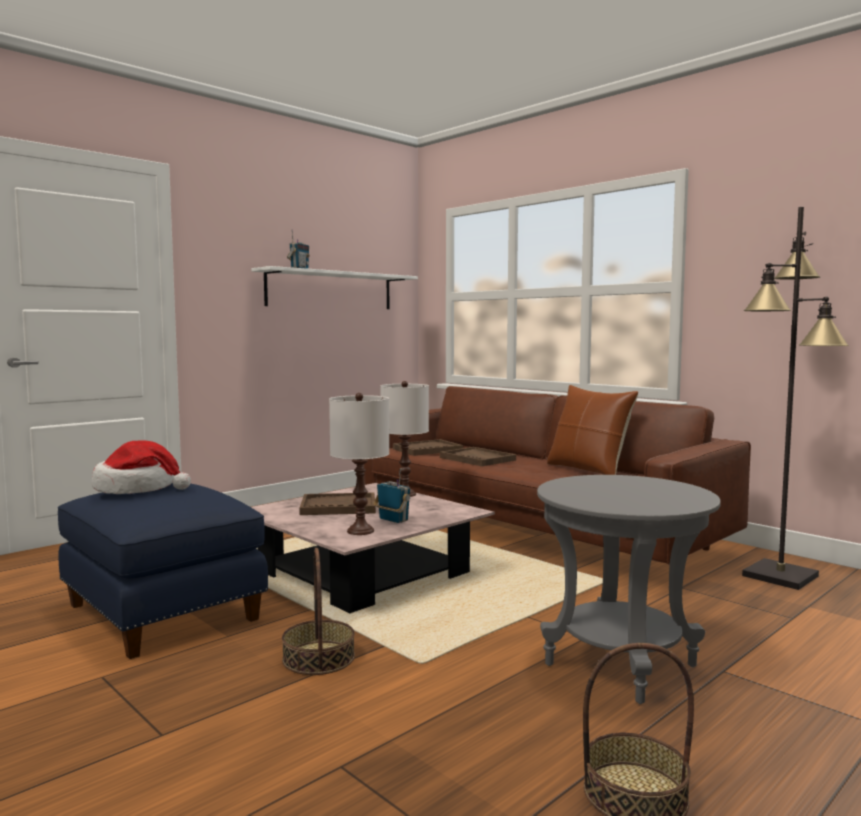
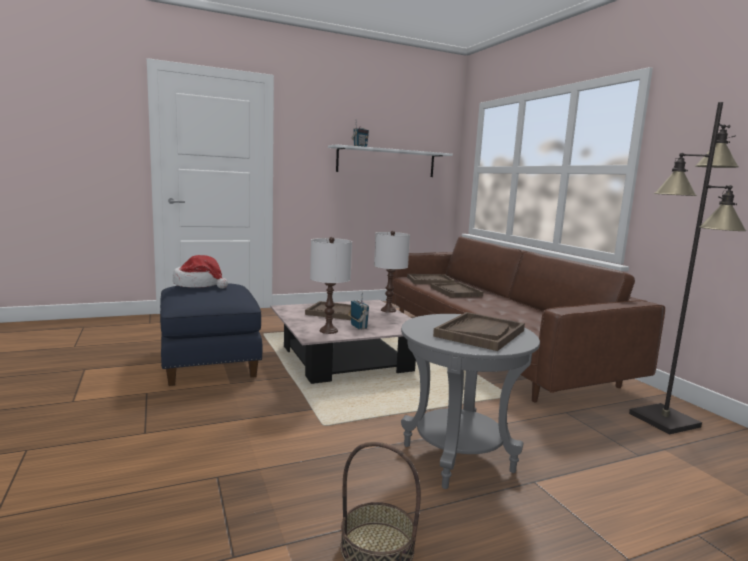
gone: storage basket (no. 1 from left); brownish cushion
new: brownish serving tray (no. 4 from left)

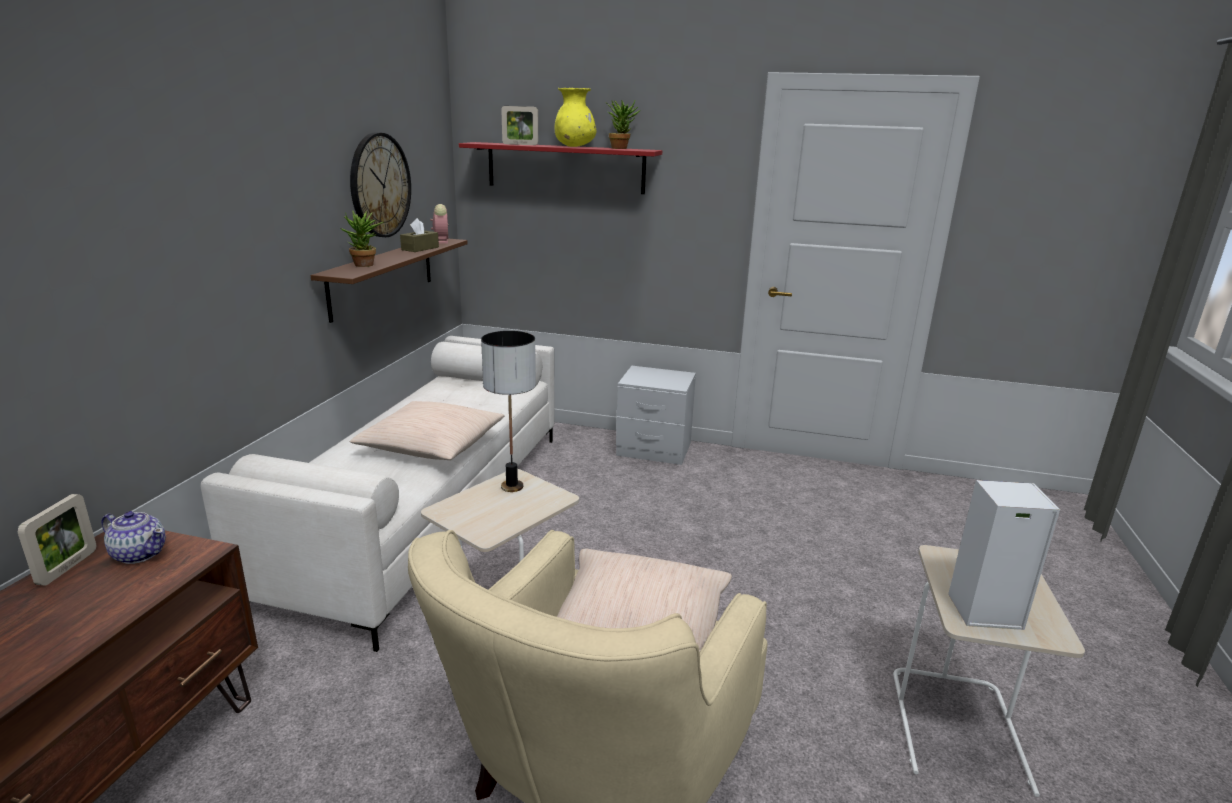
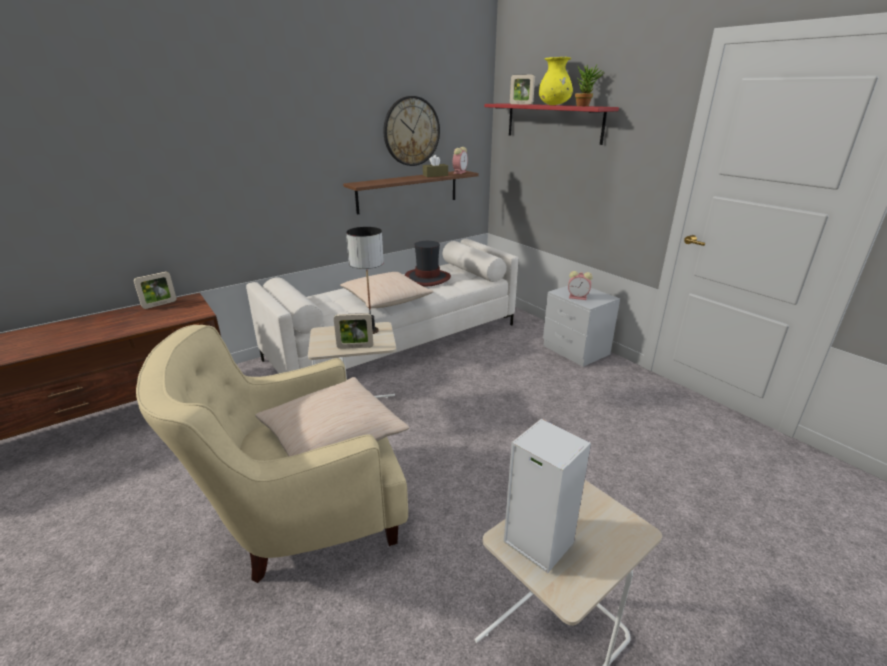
gone: tea pot; houseplant (no. 1 from left)
new: photo frame (no. 2 from left); clothing hat; table clock (no. 2 from left)

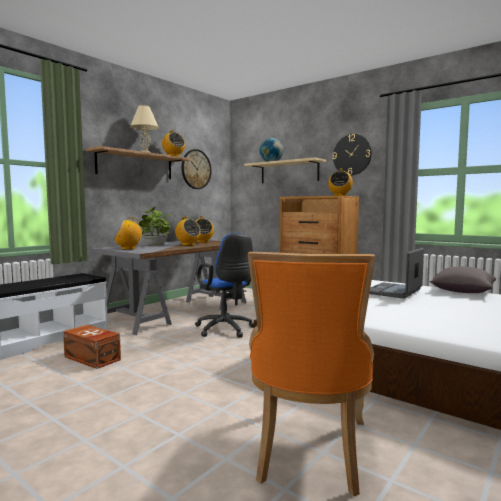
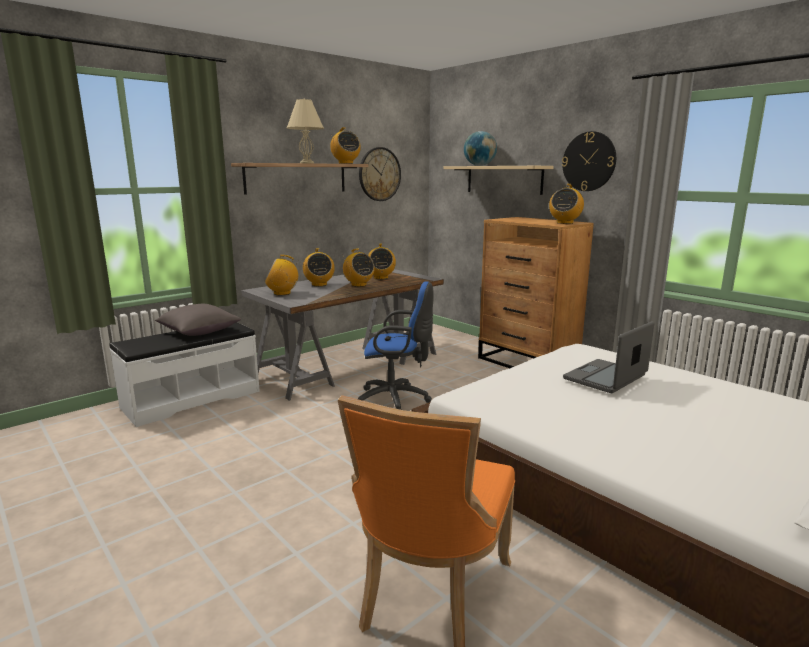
gone: brownish storage container
shifted: greyish cushion
swapped: houseplant to radio receiver (no. 2 from left)
rotated: bluish desk chair 60 degrees counterclockwise

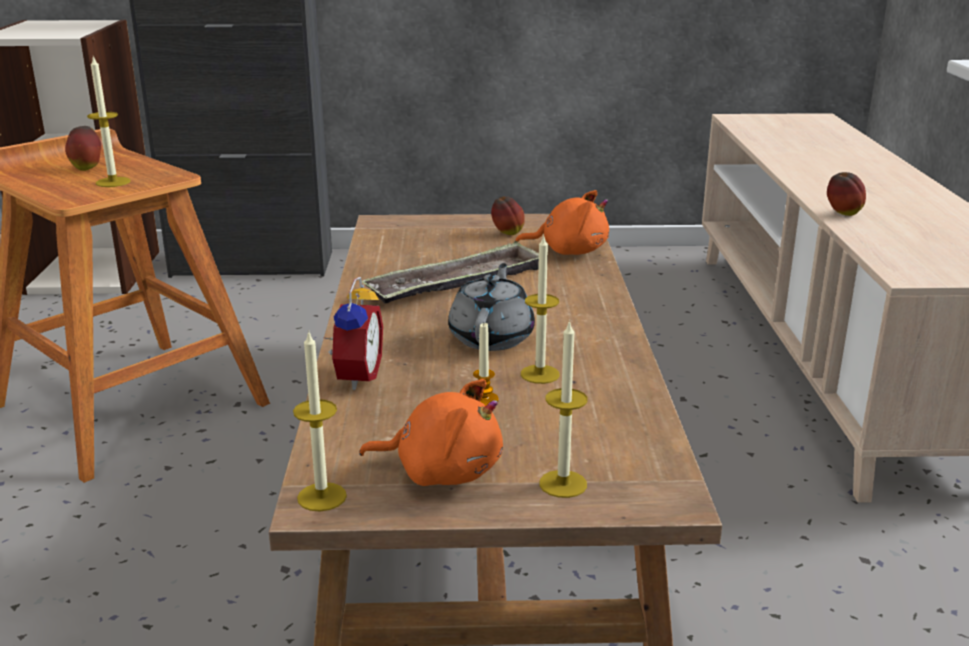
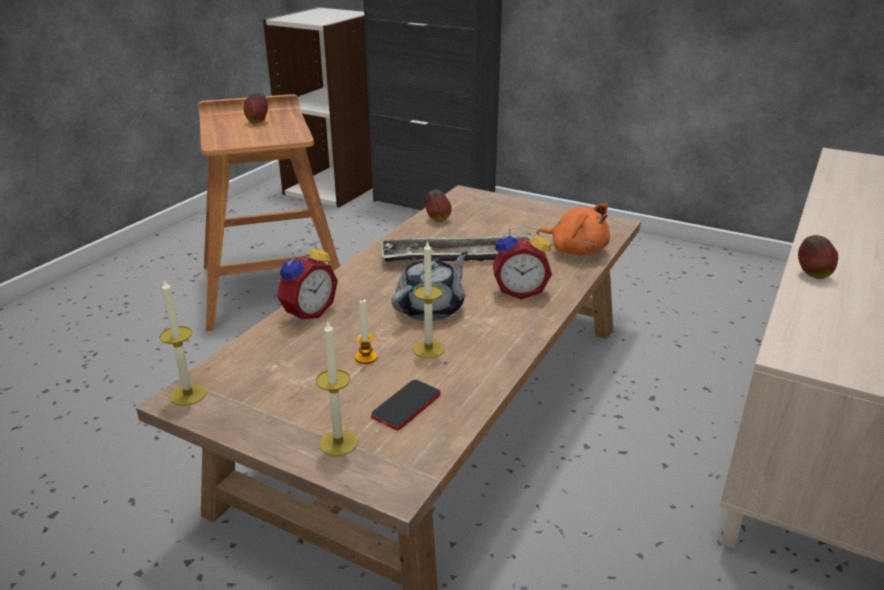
gone: candle (no. 1 from left); orange-coloured soft toy (no. 1 from left)
new: telephone; table clock (no. 2 from left)
shifted: apple (no. 2 from left)

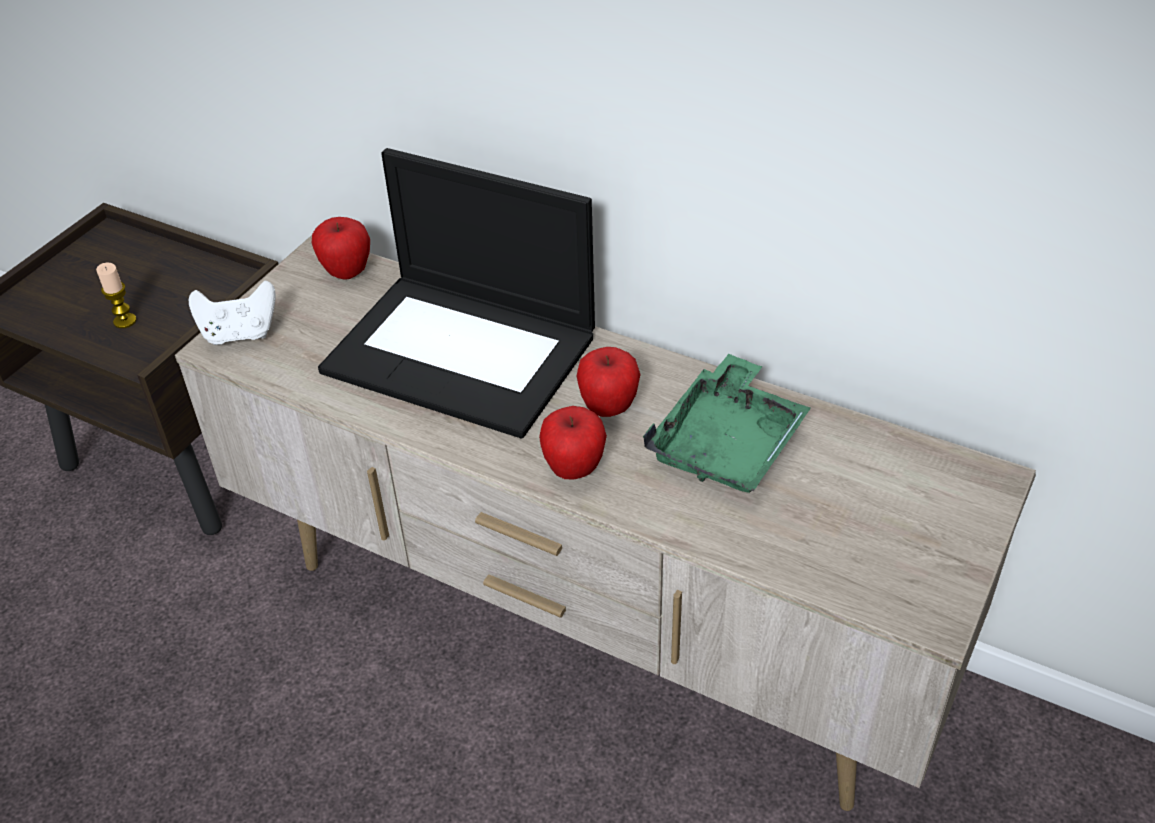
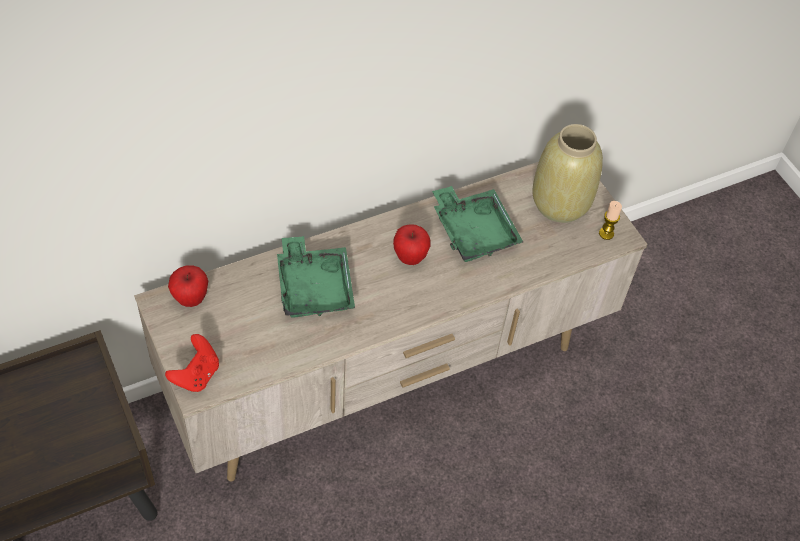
gone: apple (no. 2 from left)
new: beige-coloured flower vase
shifted: candle
swapped: laptop to green serving tray (no. 1 from left)
repainted: white-coloured gamepad to red gamepad

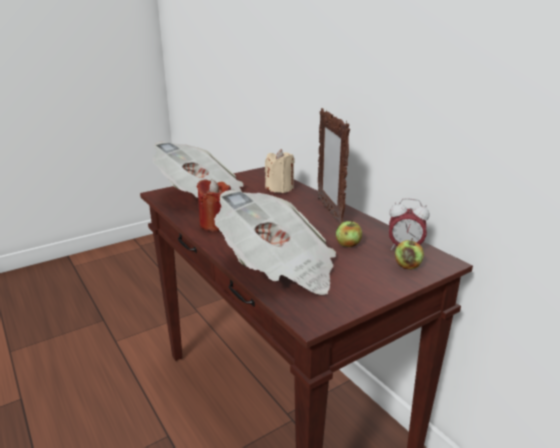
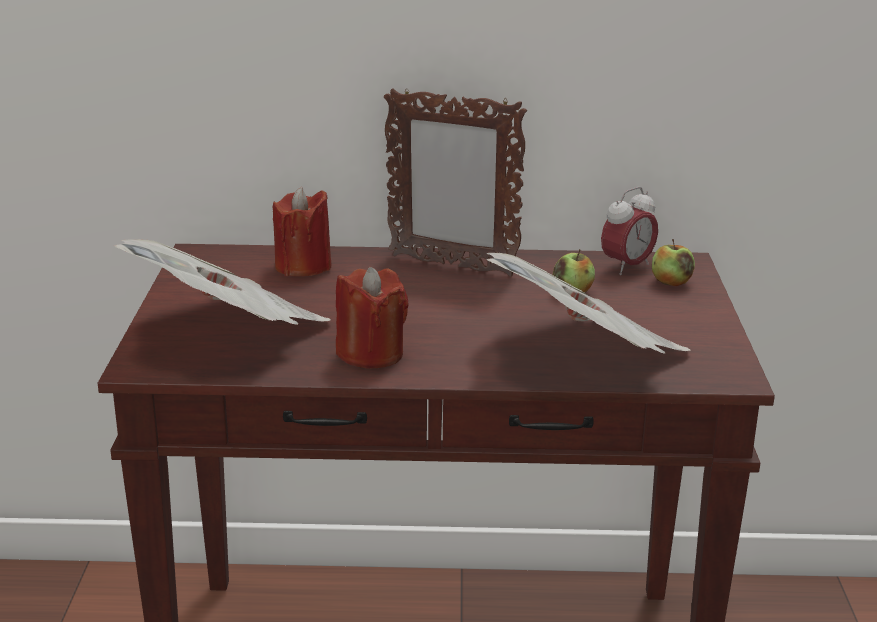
repainted: beige-coloured candle to red candle (no. 1 from left)

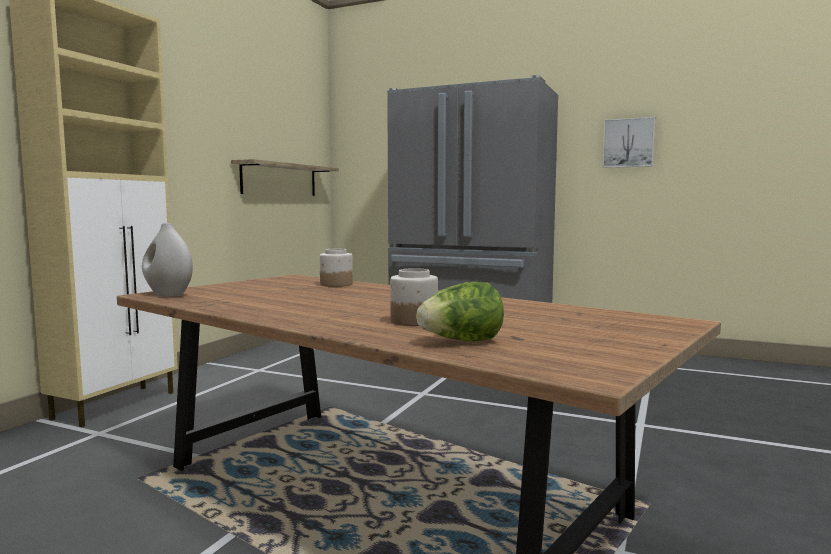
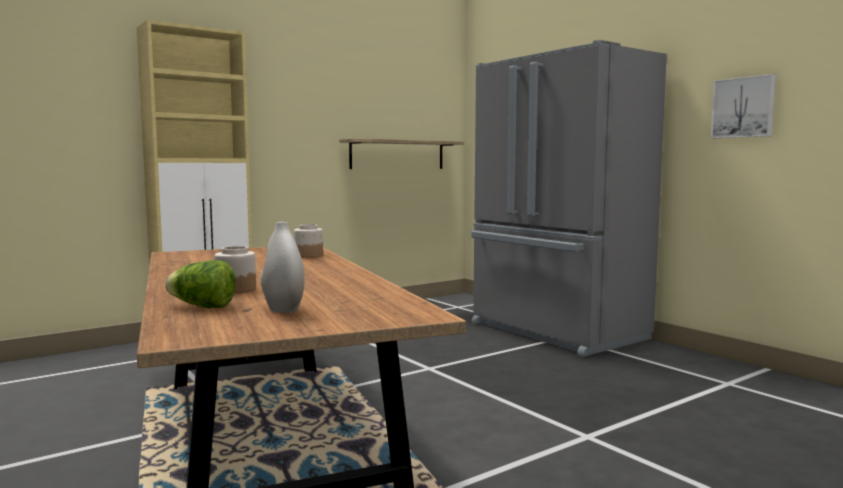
shifted: white-coloured flower vase

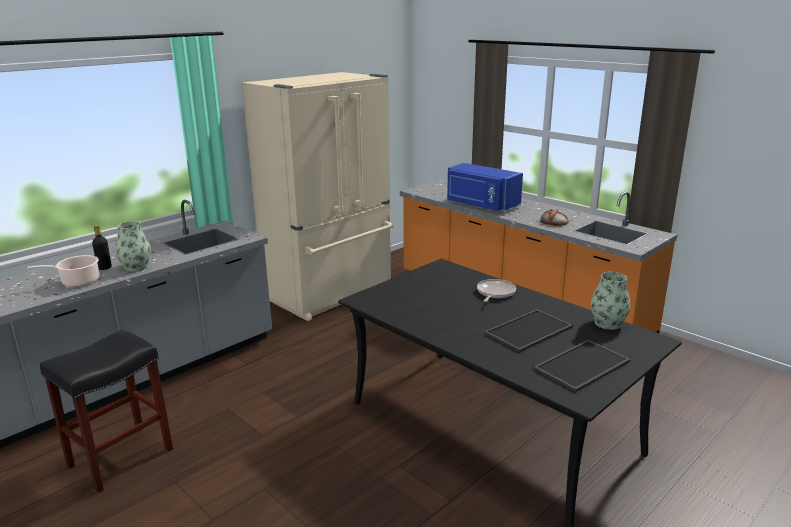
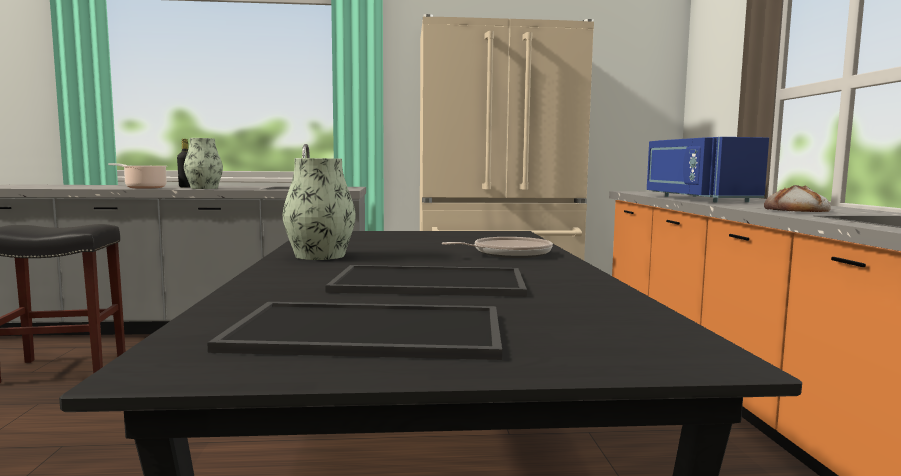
shifted: flower vase (no. 2 from left)

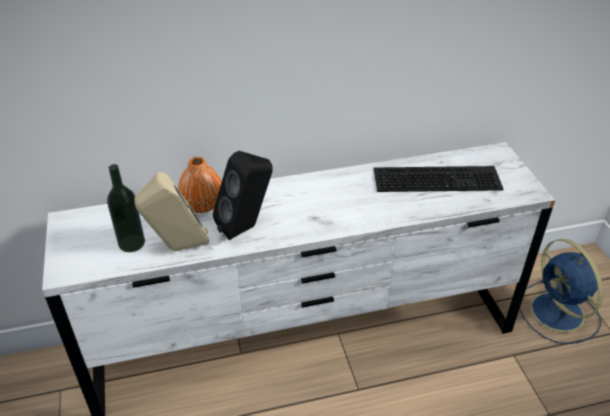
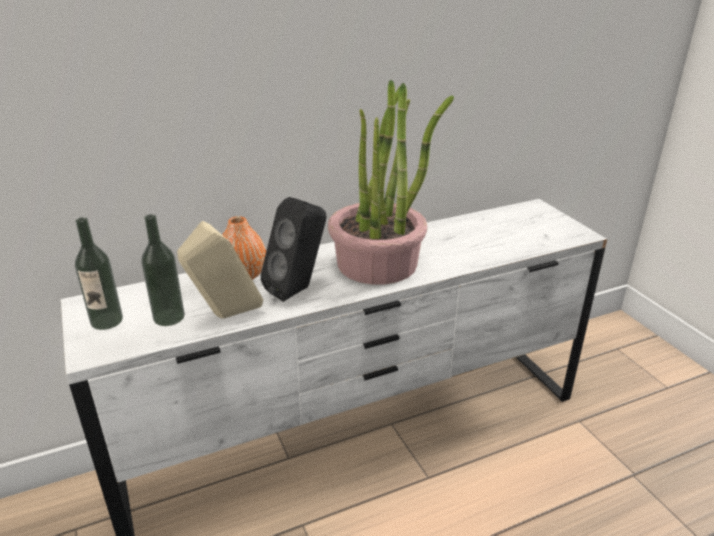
gone: keyboard; bluish fan
new: drink bottle (no. 1 from left); houseplant

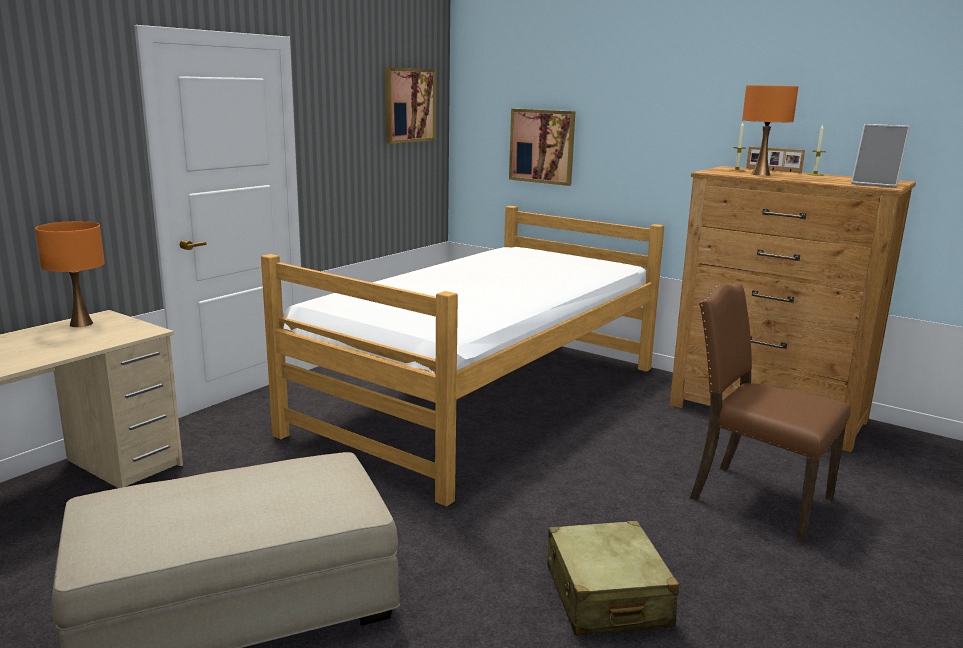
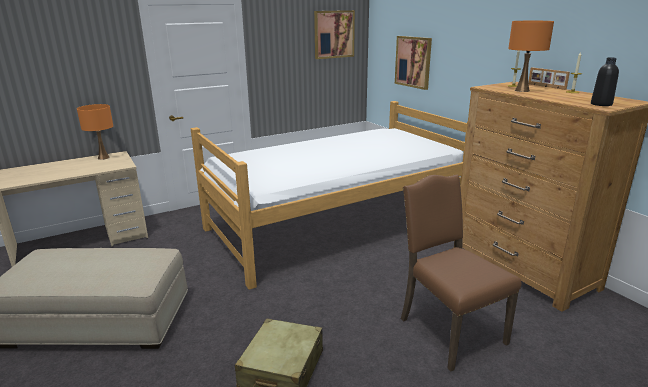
swapped: photo frame (no. 2 from left) to black-coloured drink bottle

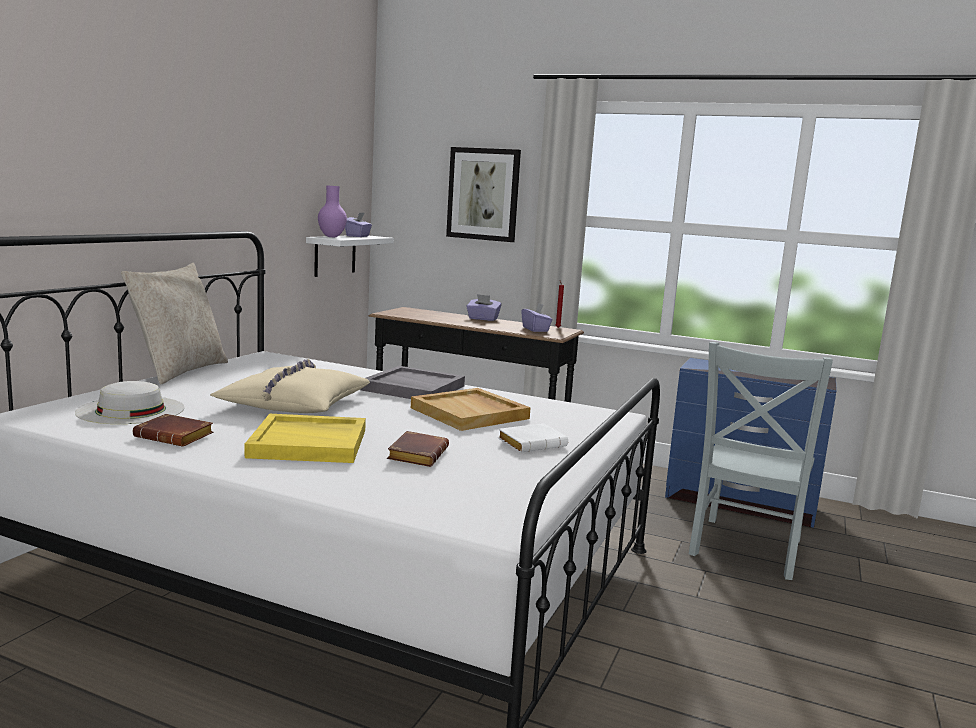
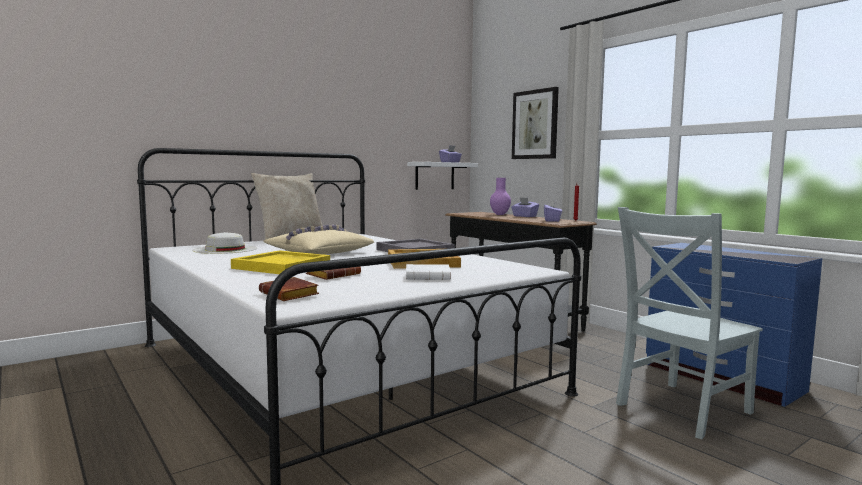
shifted: brownish volume (no. 1 from left); purple flower vase

